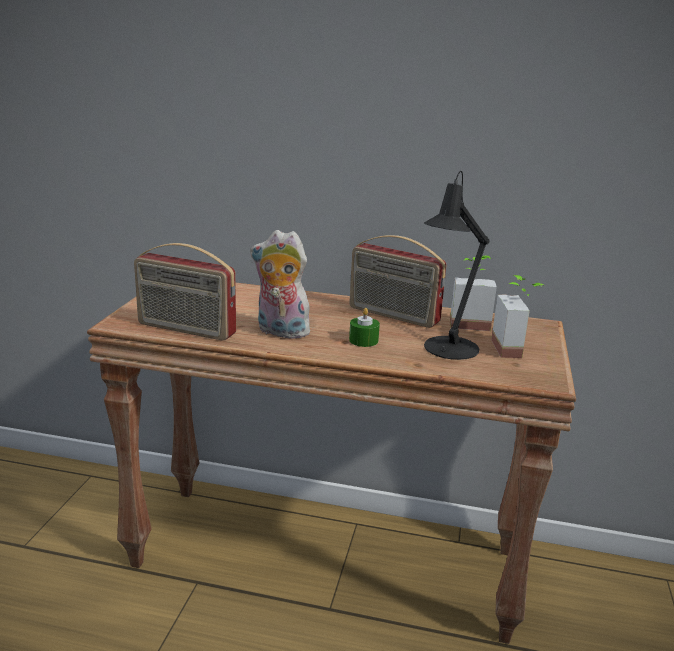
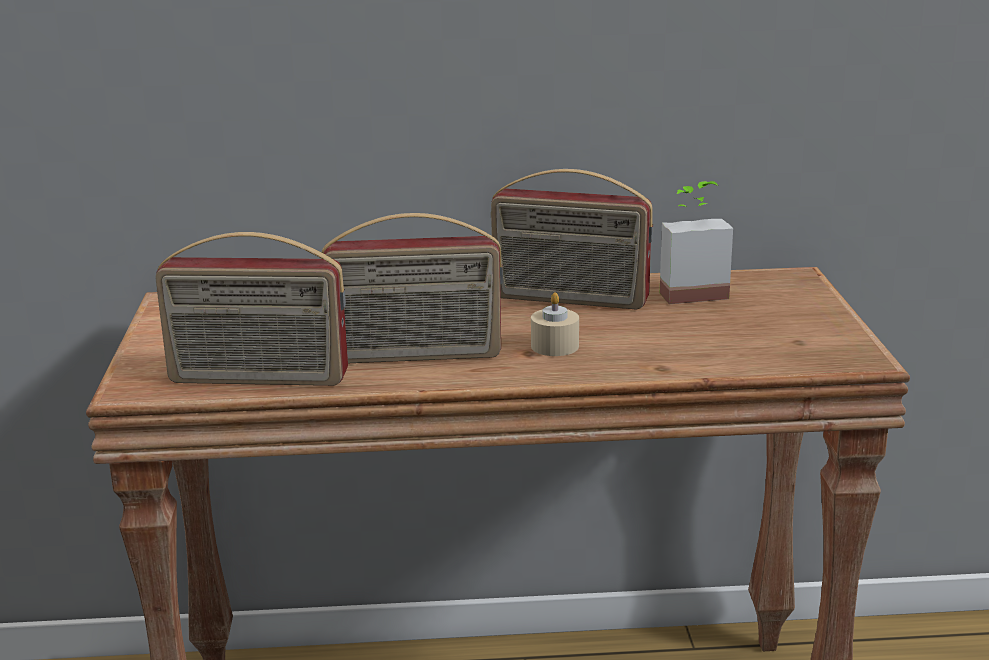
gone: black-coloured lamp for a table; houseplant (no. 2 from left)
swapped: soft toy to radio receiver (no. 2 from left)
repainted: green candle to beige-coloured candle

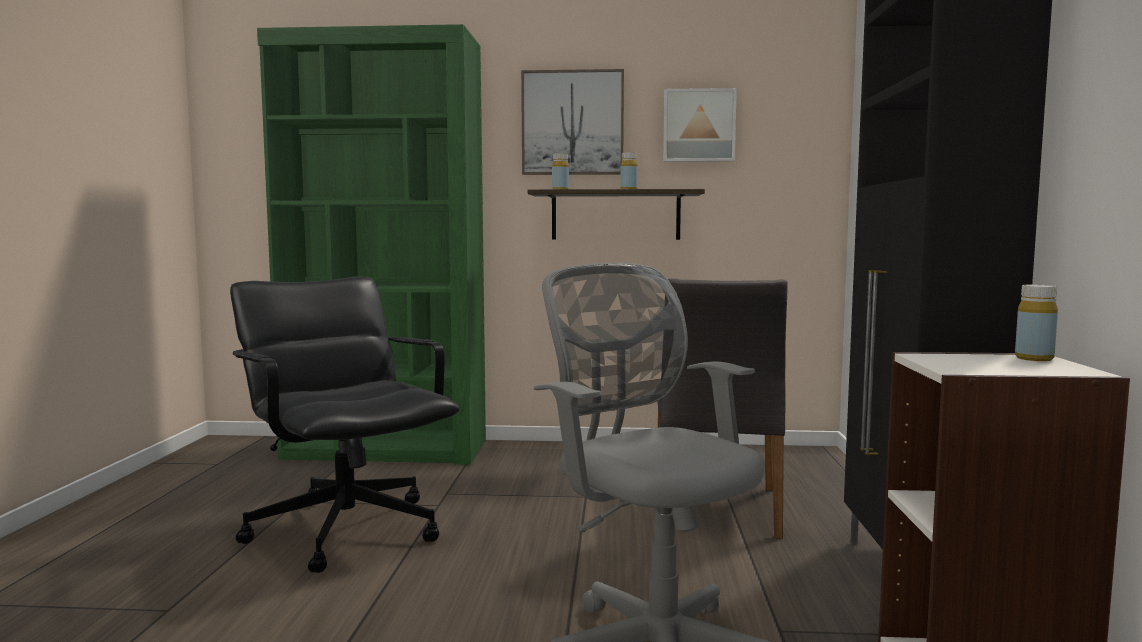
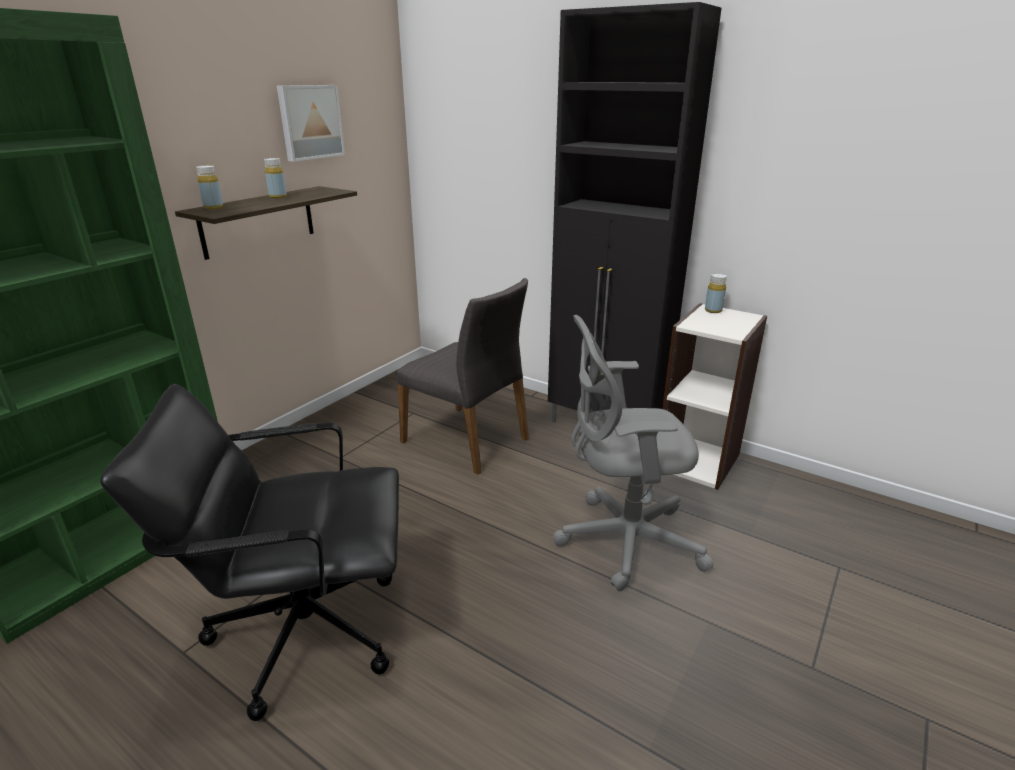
gone: wall picture (no. 1 from left)

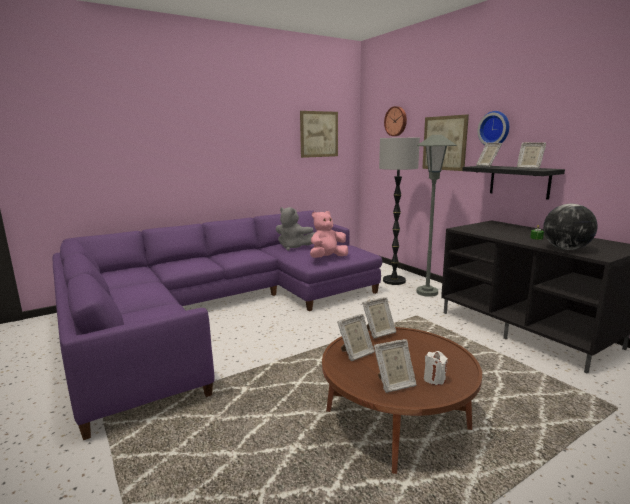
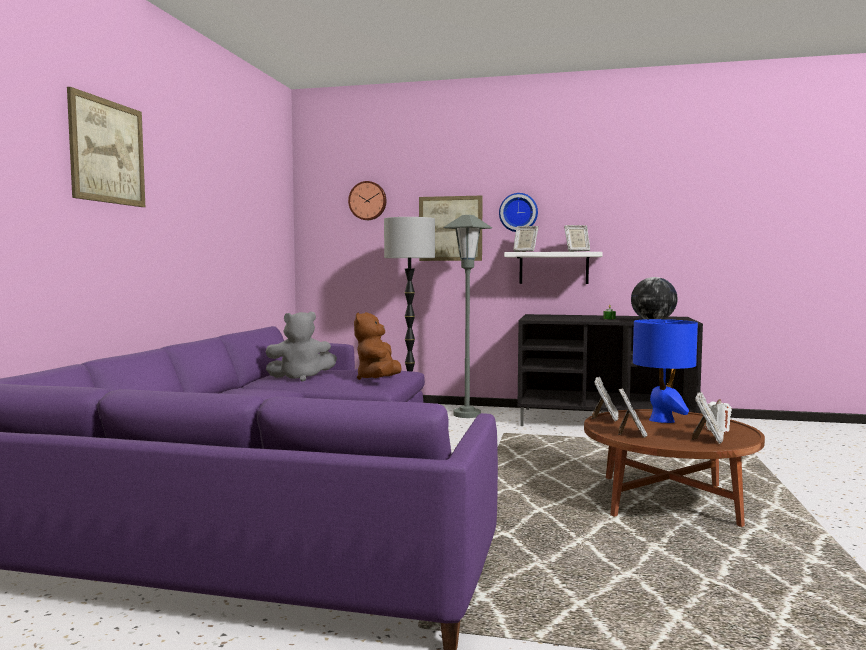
new: bluish lamp for a table
shifted: wall picture (no. 1 from left)
repainted: pink-coloured soft toy to brownish soft toy; black-coloured shelf to white-coloured shelf

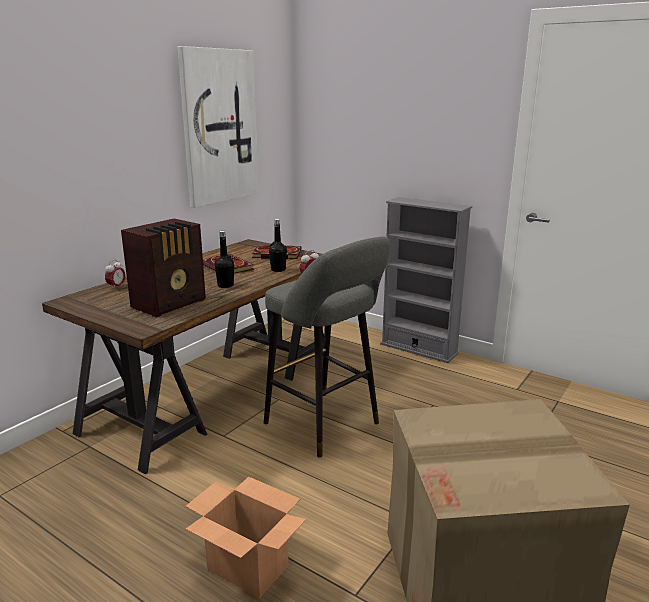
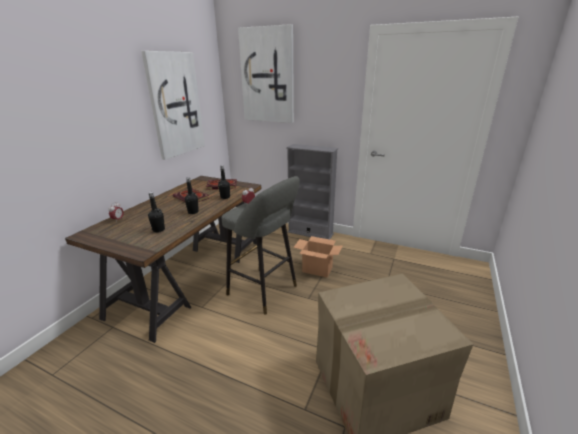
new: wall picture (no. 2 from left)
shifted: carton (no. 1 from left)
swapped: radio receiver to black-coloured drink bottle (no. 1 from left)

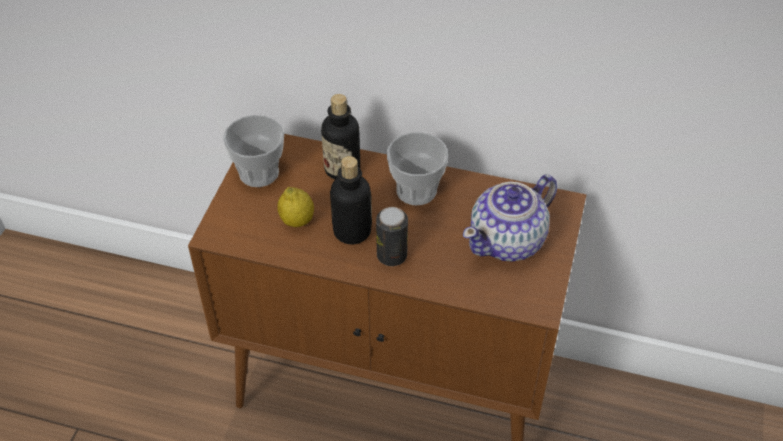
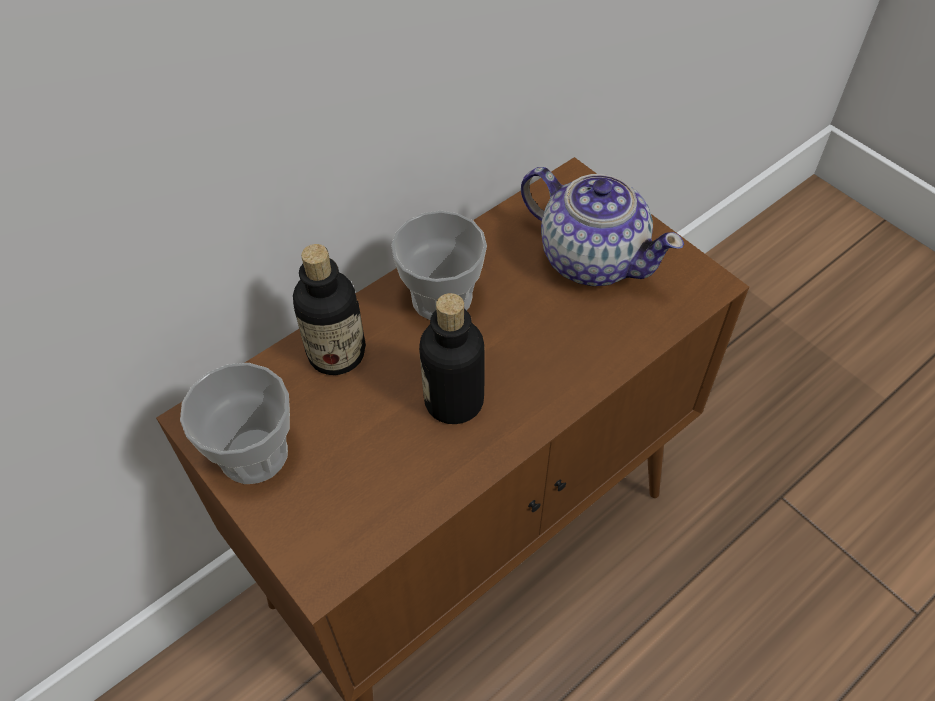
gone: lemon; sealed can
rotated: tea pot 45 degrees counterclockwise

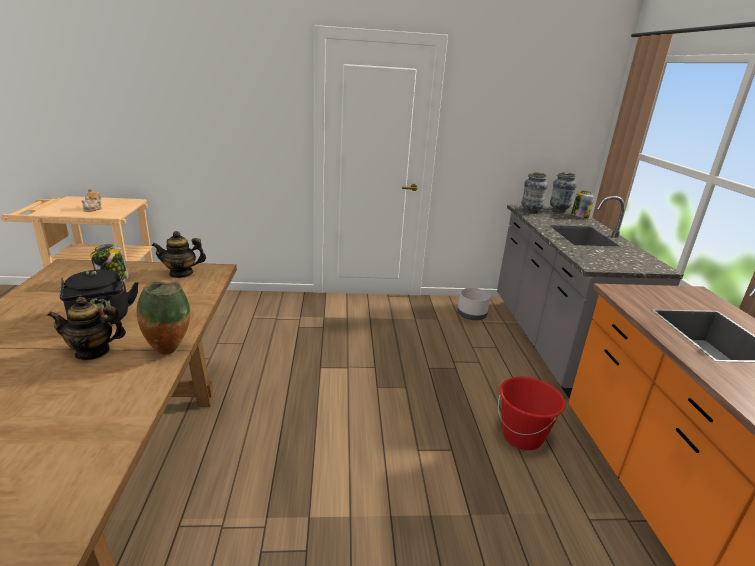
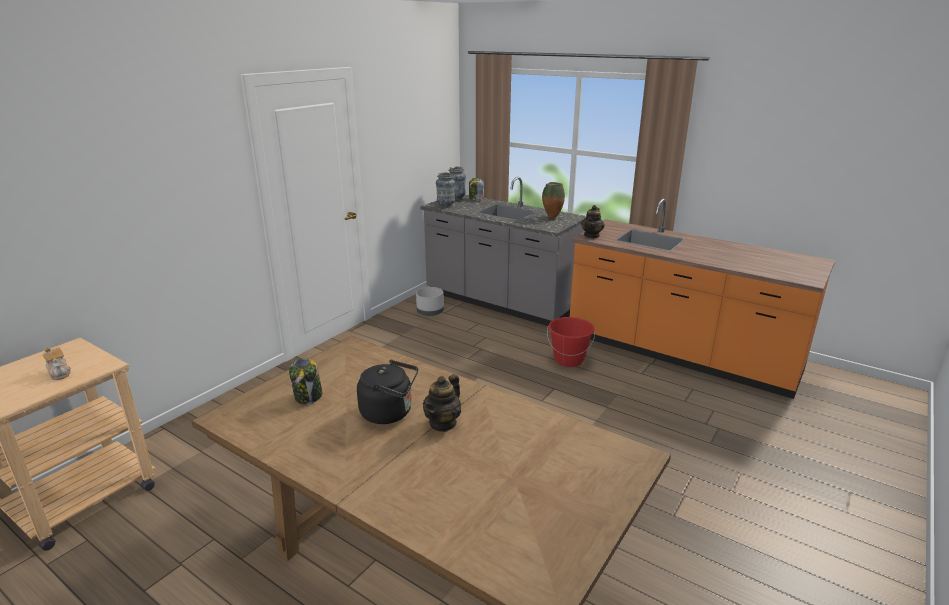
shifted: flower vase (no. 1 from left in the first image) to flower vase (no. 3 from left); tea pot (no. 3 from left)

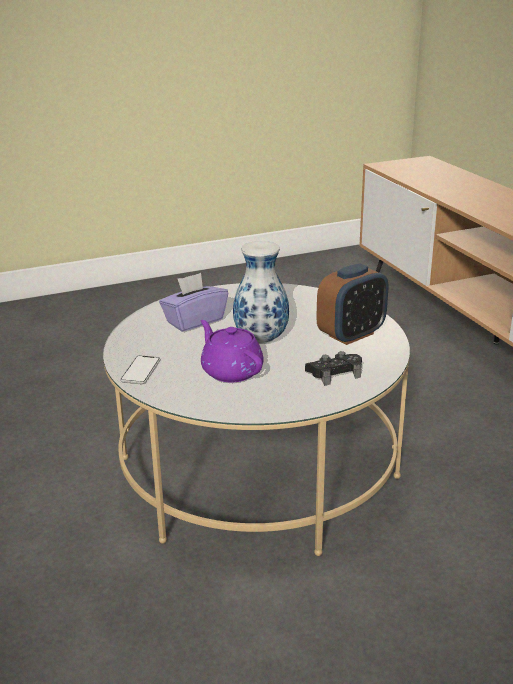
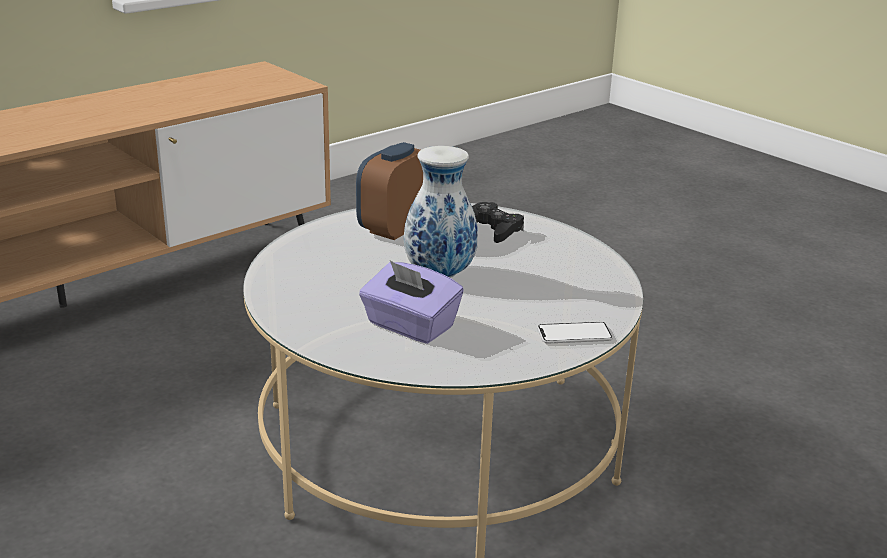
gone: purple tea pot
rotated: table clock 90 degrees counterclockwise

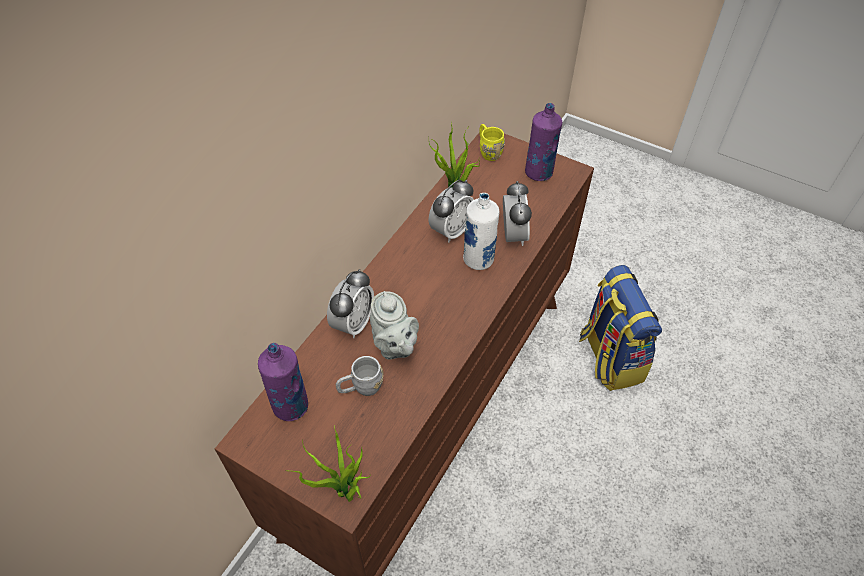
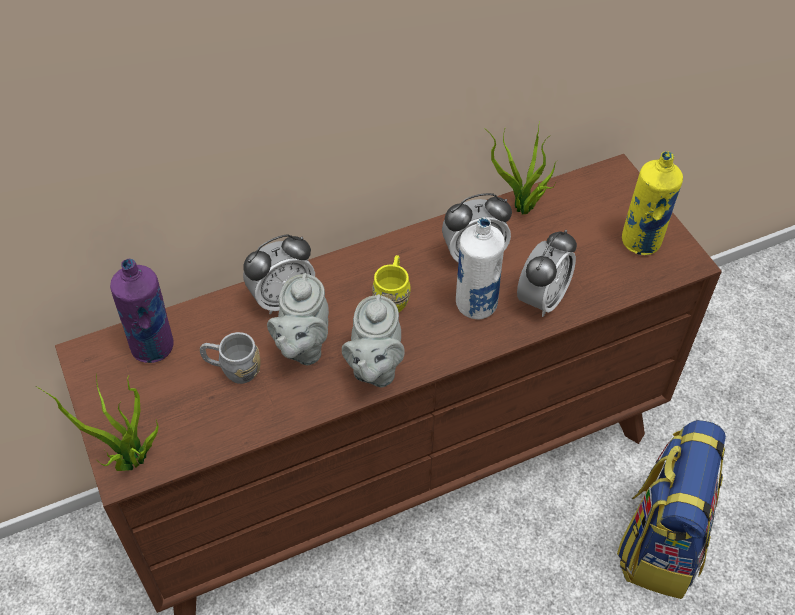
new: greyish tea pot (no. 2 from left)
shifted: yellowish tea mug
repainted: purple drink bottle (no. 2 from left) to yellowish drink bottle

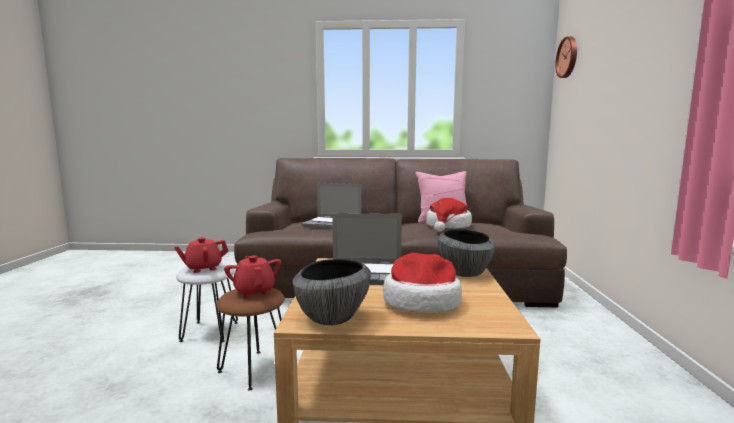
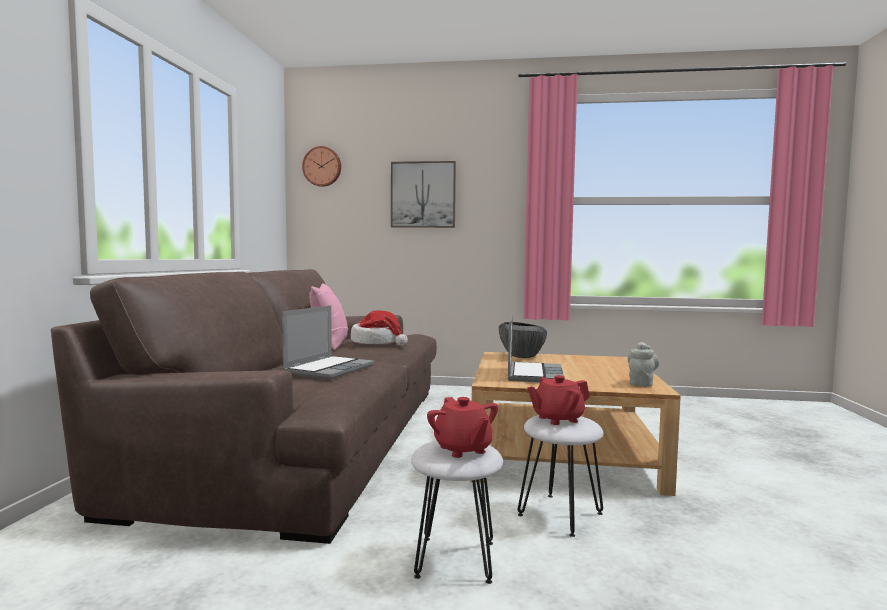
gone: clothing hat (no. 1 from left)
new: wall picture
swapped: deep dish (no. 1 from left) to greyish tea pot
repainted: brownish stool seat to white-coloured stool seat (no. 2 from left)

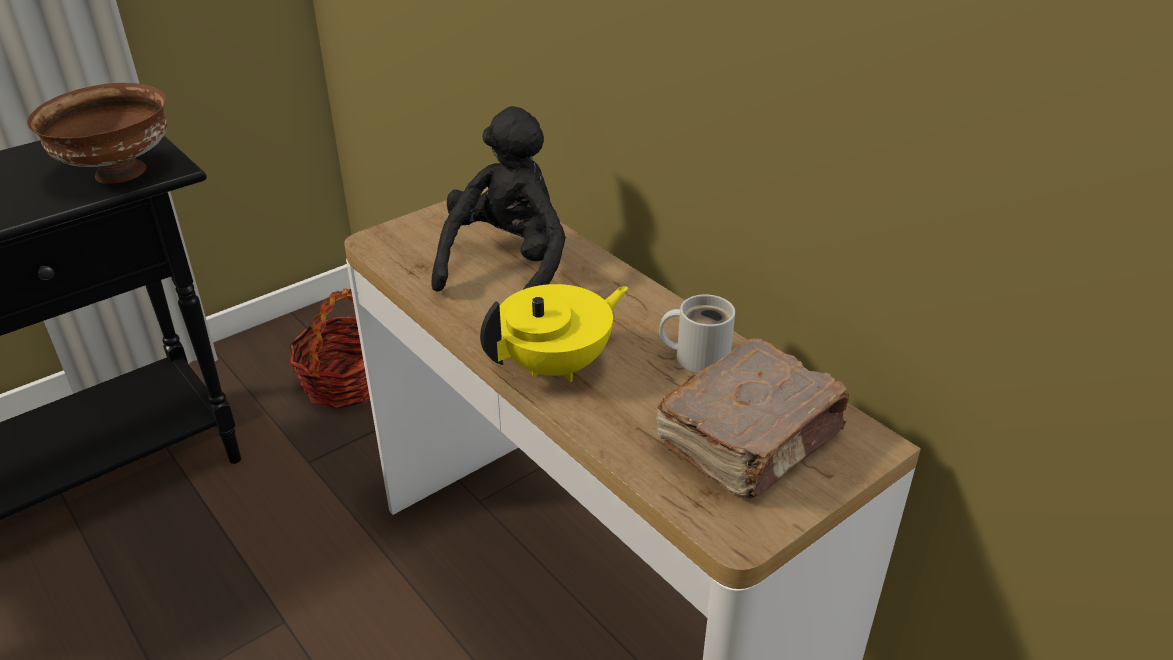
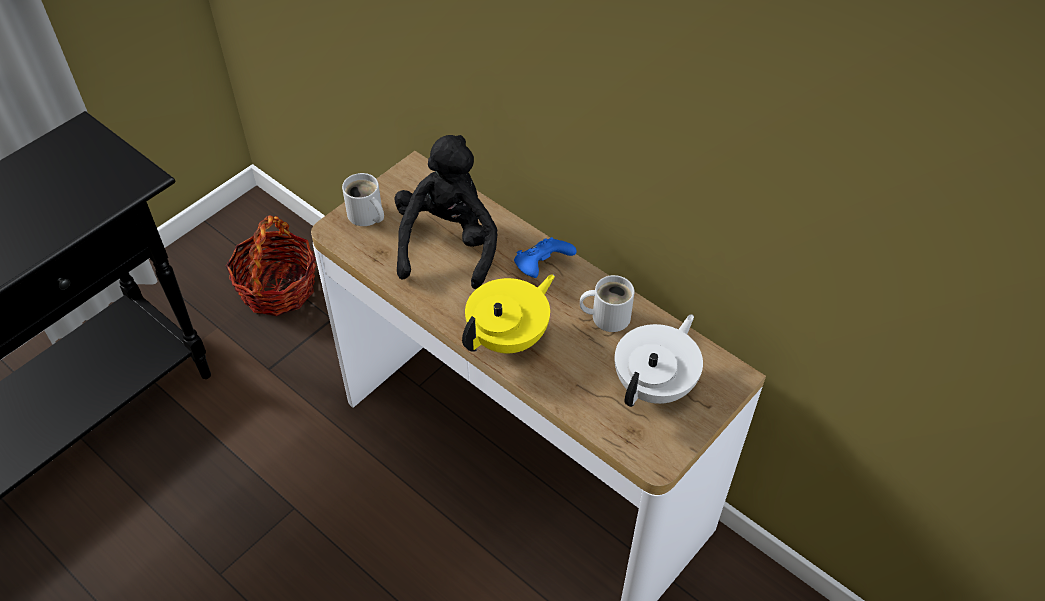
gone: brownish deep dish
new: white-coloured tea mug (no. 1 from left); bluish gamepad
swapped: brownish volume to white-coloured tea pot

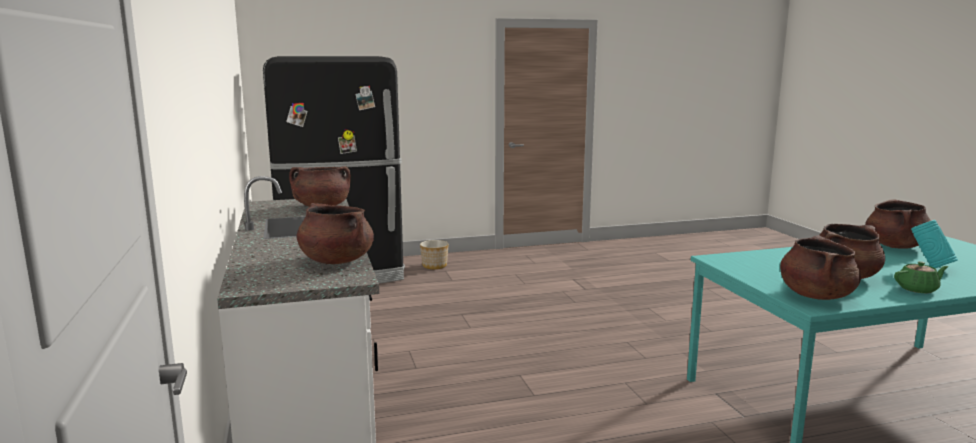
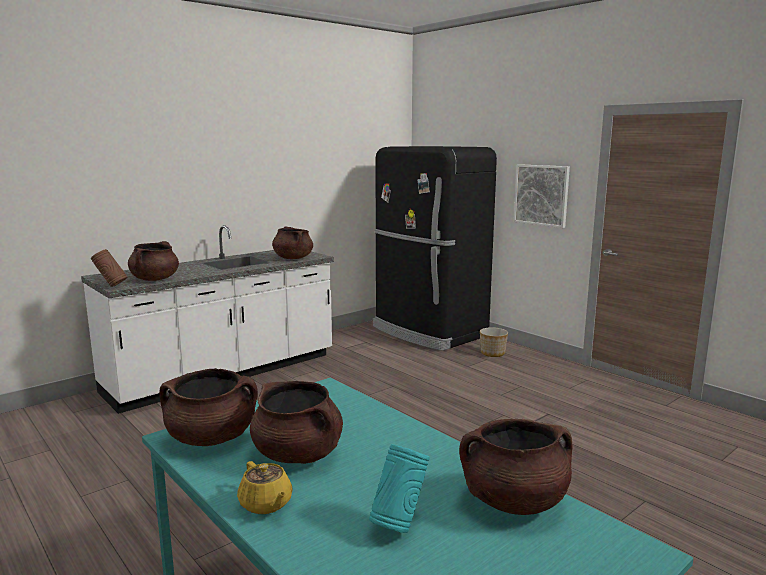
new: brownish flower vase; wall picture
repainted: green tea pot to yellowish tea pot

